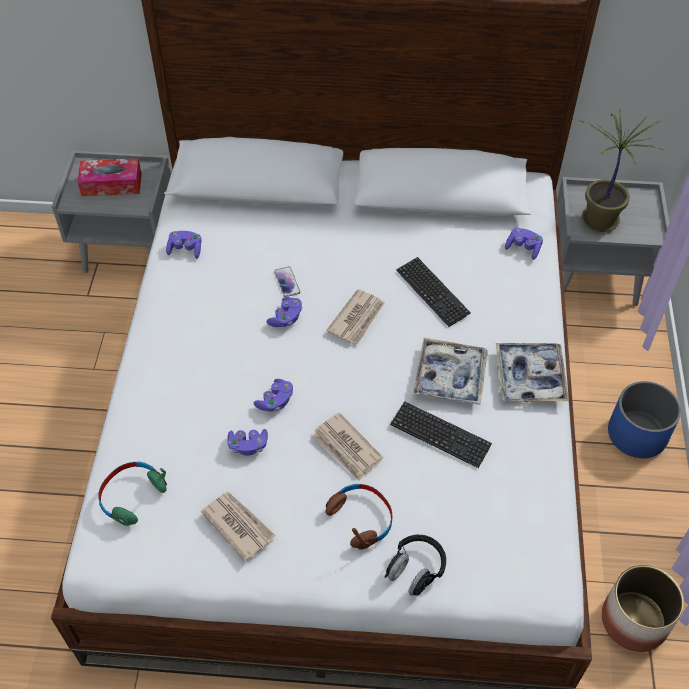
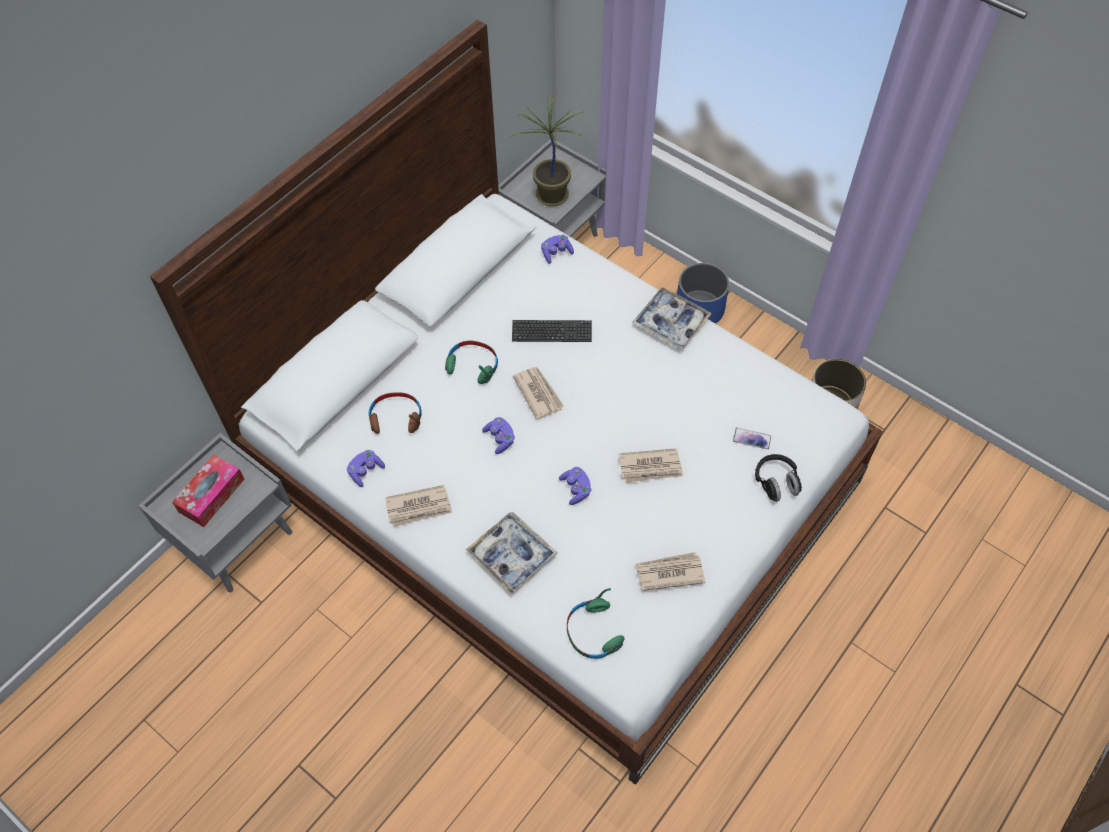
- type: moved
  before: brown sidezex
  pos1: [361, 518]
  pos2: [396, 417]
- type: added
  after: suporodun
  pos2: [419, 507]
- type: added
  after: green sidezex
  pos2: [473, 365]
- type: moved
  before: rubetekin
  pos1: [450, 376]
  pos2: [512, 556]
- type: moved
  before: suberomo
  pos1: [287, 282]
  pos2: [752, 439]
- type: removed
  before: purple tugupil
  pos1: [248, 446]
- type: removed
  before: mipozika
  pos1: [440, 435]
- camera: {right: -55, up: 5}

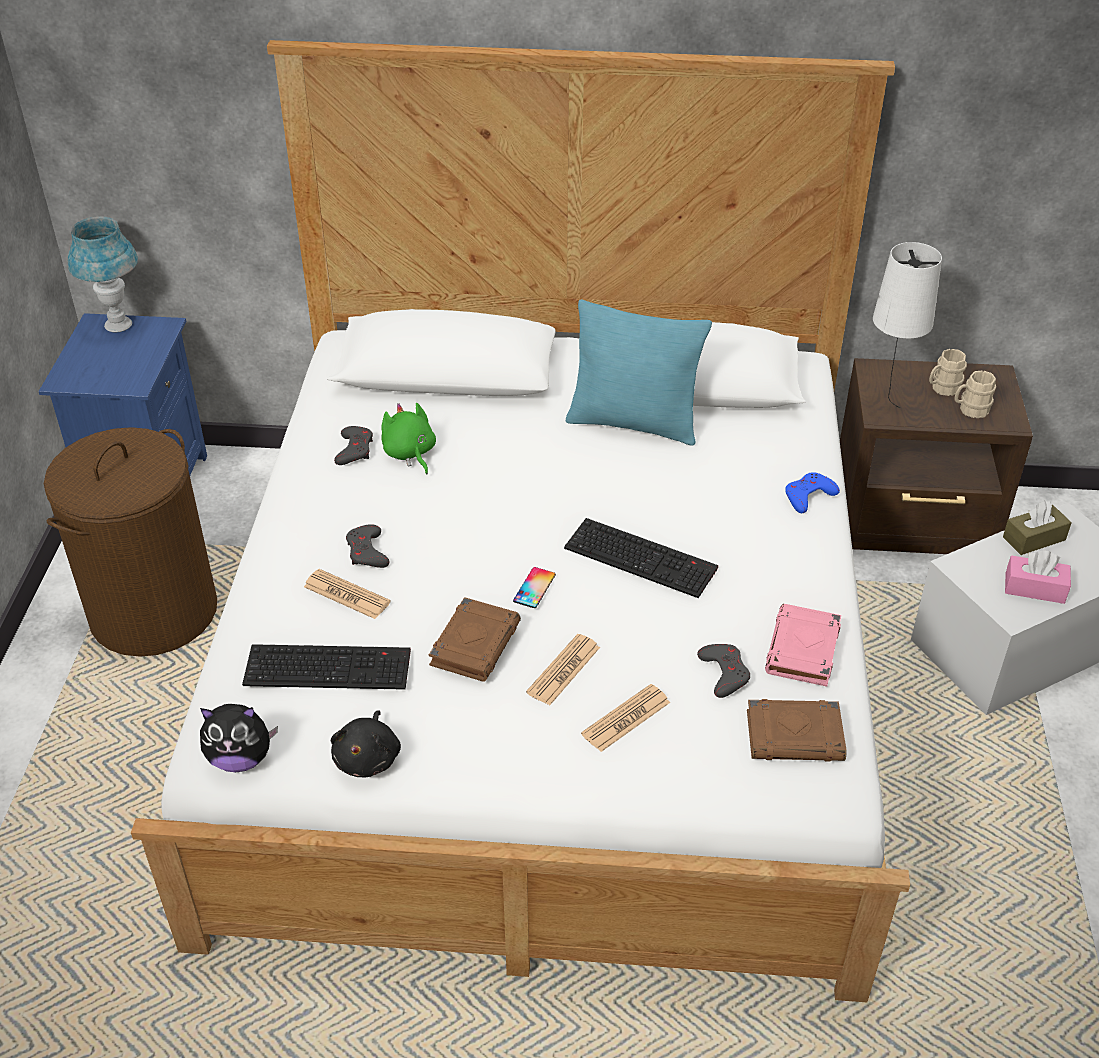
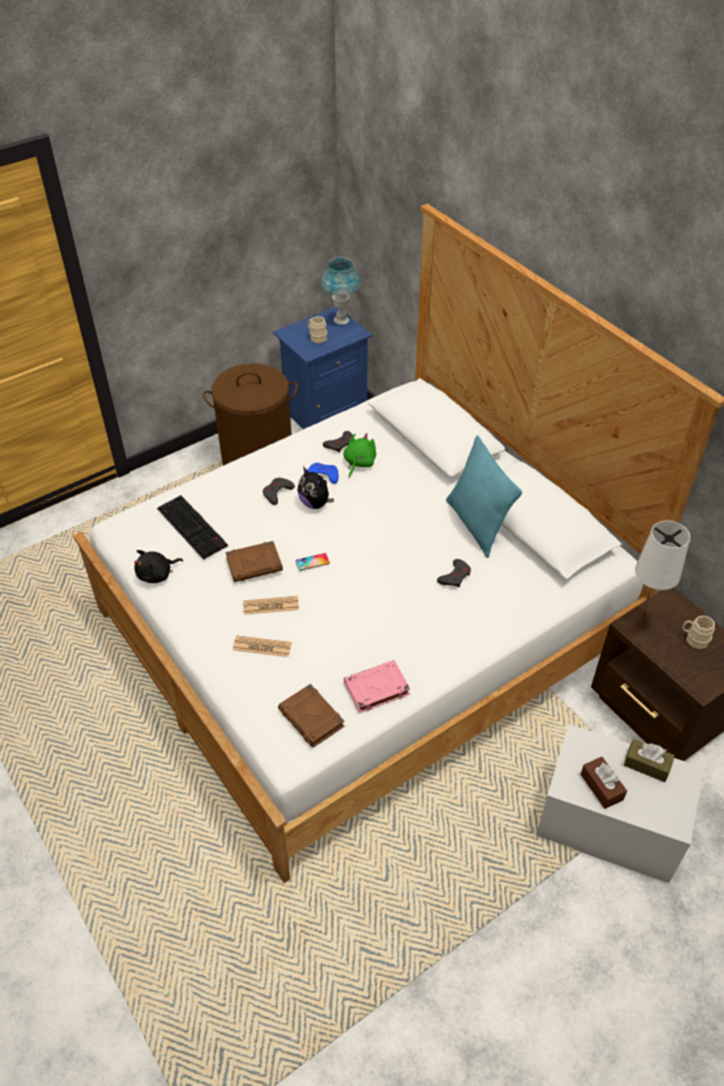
- type: moved
  before: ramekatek
  pos1: [241, 758]
  pos2: [315, 503]
- type: moved
  before: blue tugupil
  pos1: [808, 496]
  pos2: [323, 475]
- type: moved
  before: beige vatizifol
  pos1: [970, 410]
  pos2: [316, 337]
- type: moved
  before: grey tugupil
  pos1: [724, 673]
  pos2: [455, 576]
- type: recoloured
  before: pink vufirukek
  after: brown vufirukek
  pos1: [1034, 588]
  pos2: [601, 787]
- type: removed
  before: suporodun
  pos1: [347, 595]
- type: removed
  before: mipozika
  pos1: [643, 557]
- camera: {right: 50, up: 5}

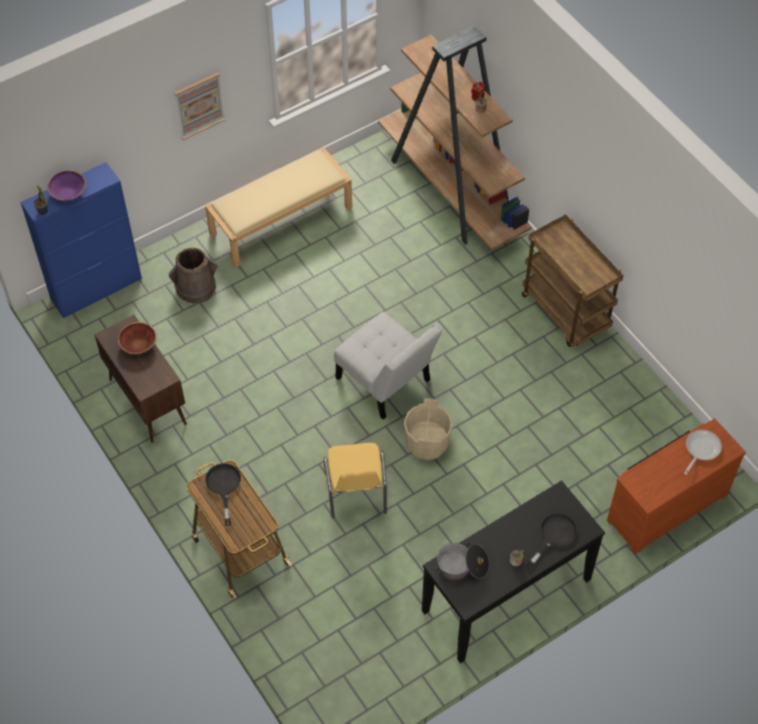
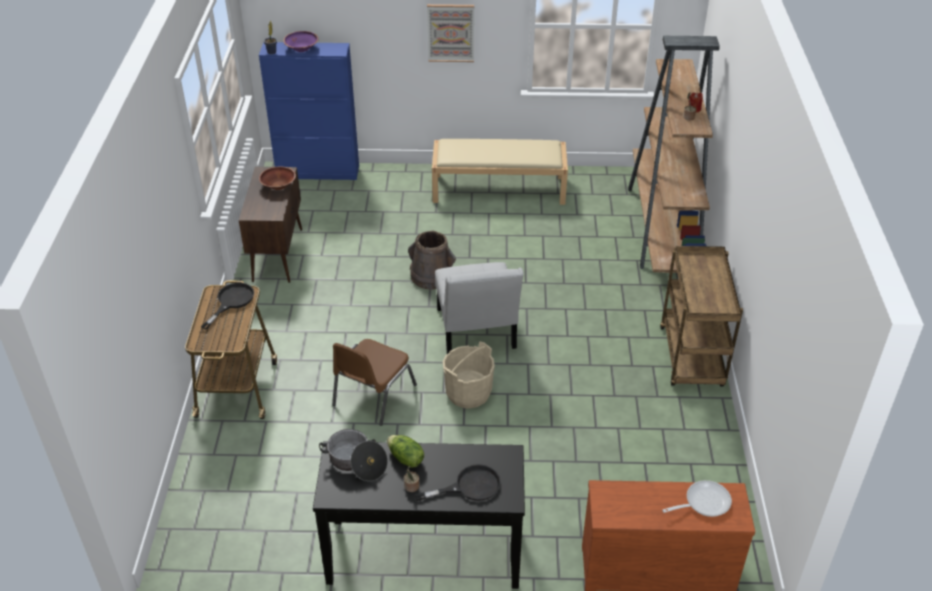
- type: recoloured
  before: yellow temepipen
  after: brown temepipen
  pos1: [355, 490]
  pos2: [372, 395]
- type: added
  after: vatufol
  pos2: [405, 458]
- type: moved
  before: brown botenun
  pos1: [196, 287]
  pos2: [431, 276]
- camera: {right: 35, up: -15}

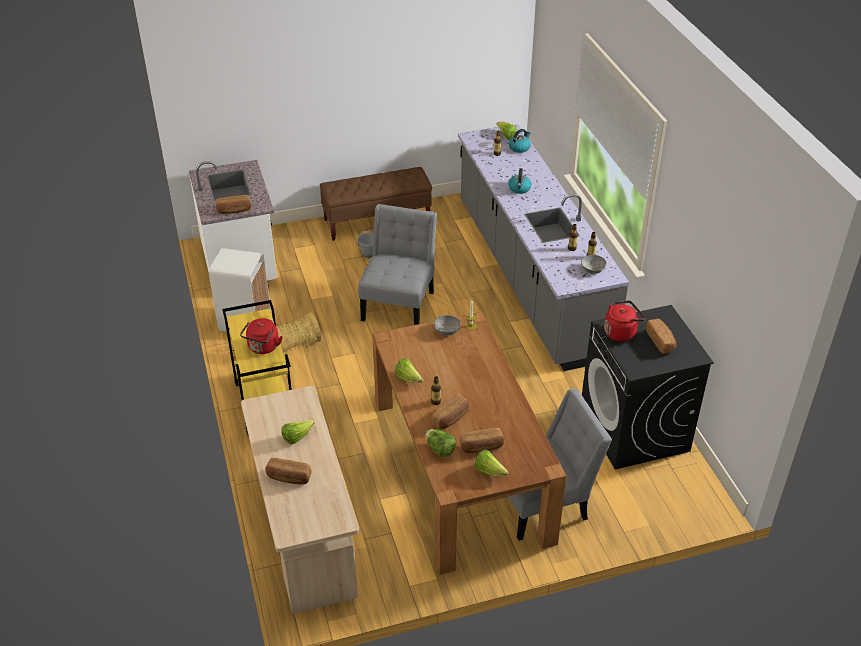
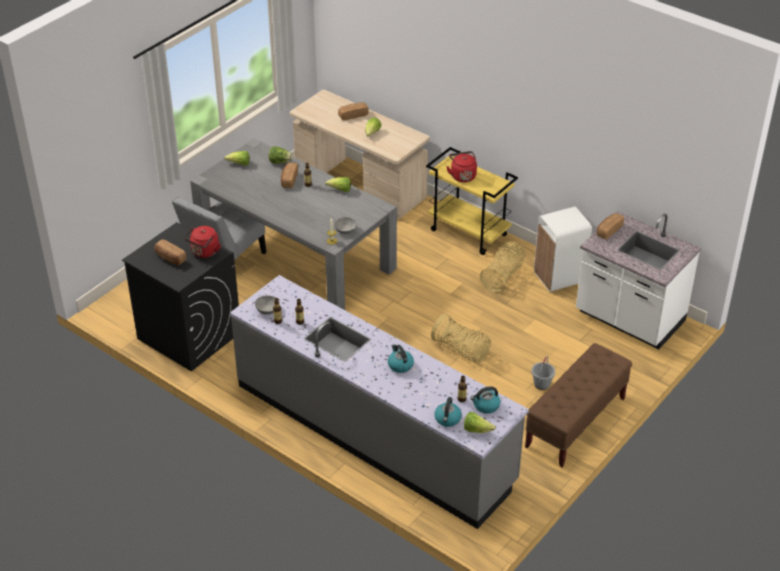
- type: recoloured
  before: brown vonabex
  after: grey vonabex
  pos1: [460, 468]
  pos2: [296, 255]
- type: replaced
  before: grey temepipen
  after: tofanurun
  pos1: [399, 303]
  pos2: [461, 350]
- type: added
  after: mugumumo
  pos2: [485, 406]
- type: removed
  before: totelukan
  pos1: [481, 447]
- camera: {right: 145, up: 0}

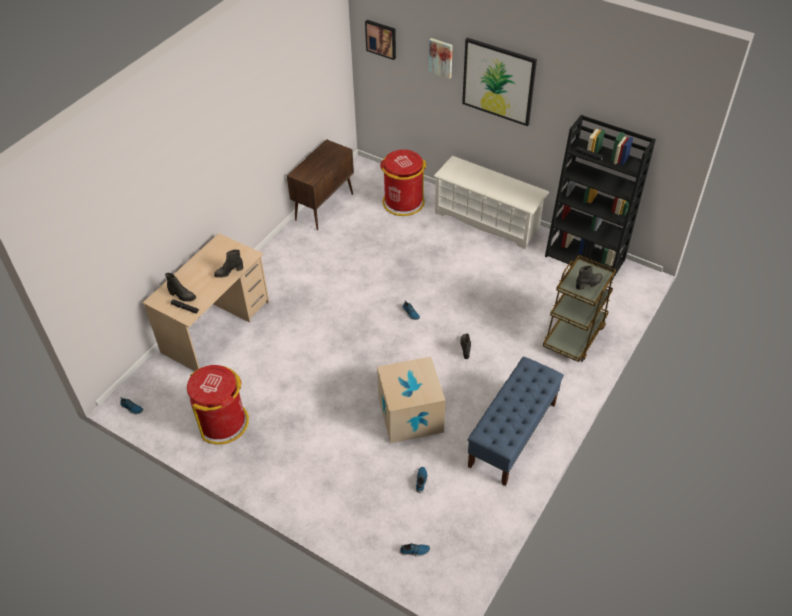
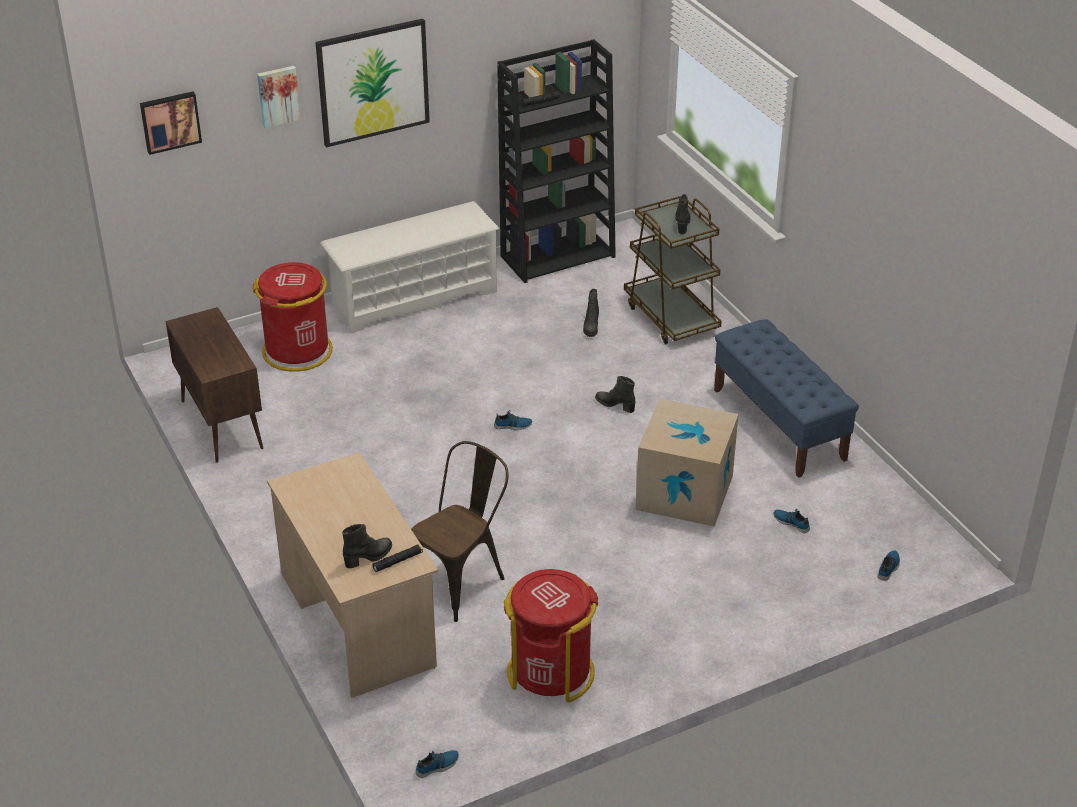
- type: added
  after: brown temepipen
  pos2: [461, 579]
- type: moved
  before: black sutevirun
  pos1: [229, 272]
  pos2: [591, 327]
- camera: {right: -60, up: -10}

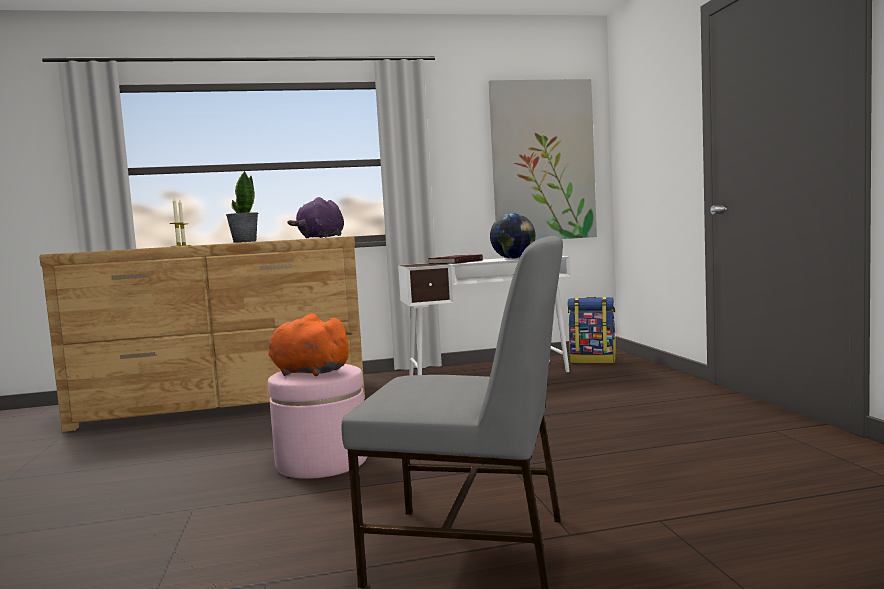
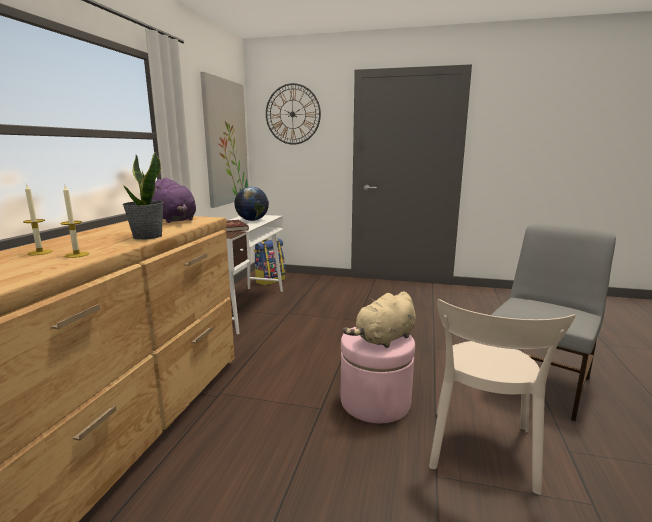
- type: added
  after: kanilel
  pos2: [292, 114]
- type: recoloured
  before: orange ramekatek
  after: beige ramekatek
  pos1: [307, 372]
  pos2: [384, 339]
- type: added
  after: beige temepipen
  pos2: [481, 452]
- camera: {right: -65, up: 10}

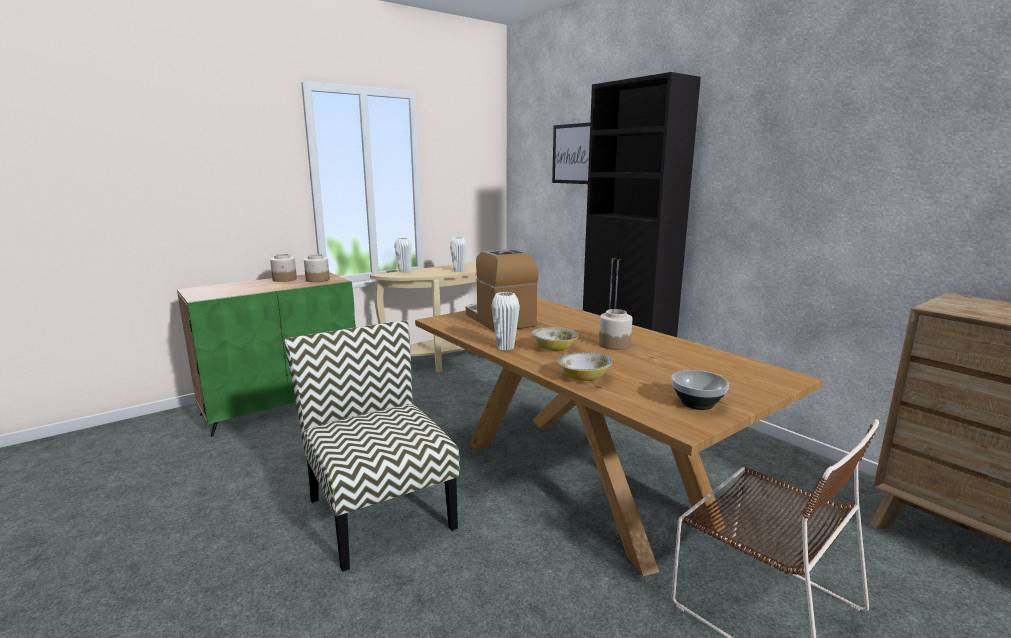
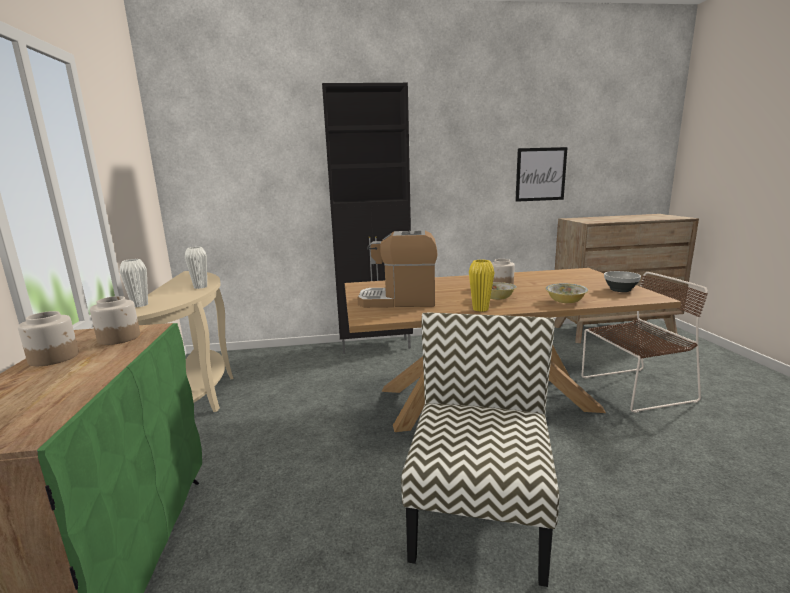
- type: turned
  before: temepipen
  pos1: [379, 511]
  pos2: [478, 514]
  turn: 105
- type: recoloured
  before: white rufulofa
  after: yellow rufulofa
  pos1: [505, 347]
  pos2: [480, 309]
- type: moved
  before: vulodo
  pos1: [573, 154]
  pos2: [540, 174]
- camera: {right: -60, up: 0}

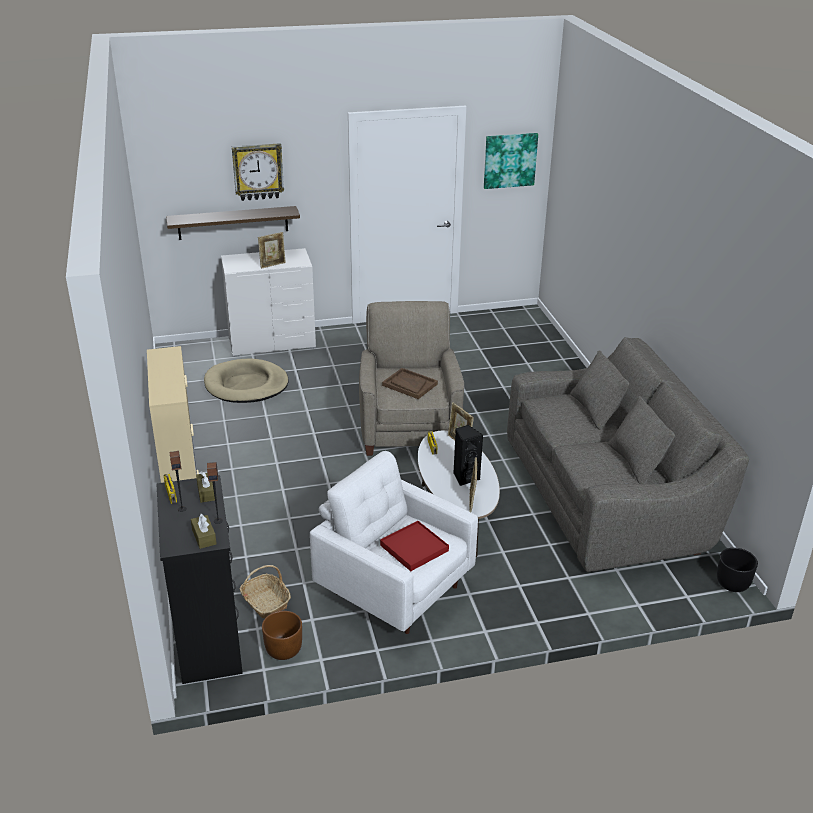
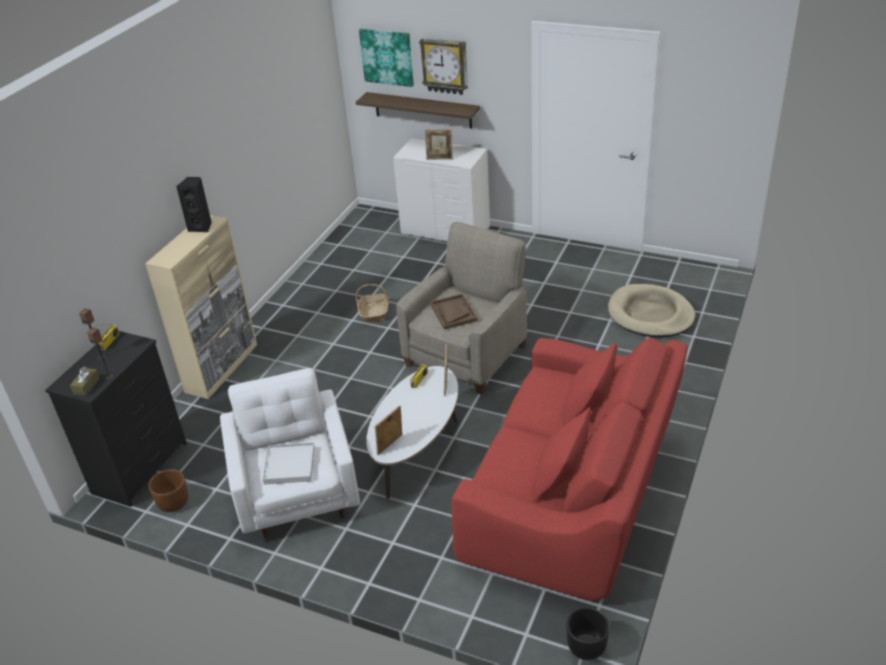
- type: moved
  before: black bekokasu
  pos1: [465, 477]
  pos2: [201, 227]
- type: recoloured
  before: red rubetekin
  after: white rubetekin
  pos1: [414, 548]
  pos2: [289, 465]
- type: moved
  before: tofanurun
  pos1: [265, 602]
  pos2: [374, 312]
- type: moved
  before: vulodo
  pos1: [510, 160]
  pos2: [387, 57]
- type: recoloured
  before: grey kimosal
  after: red kimosal
  pos1: [608, 493]
  pos2: [573, 495]
- type: moved
  before: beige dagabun
  pos1: [246, 385]
  pos2: [650, 315]
- type: removed
  before: brown vufirukek
  pos1: [207, 492]
- camera: {right: 40, up: 5}

